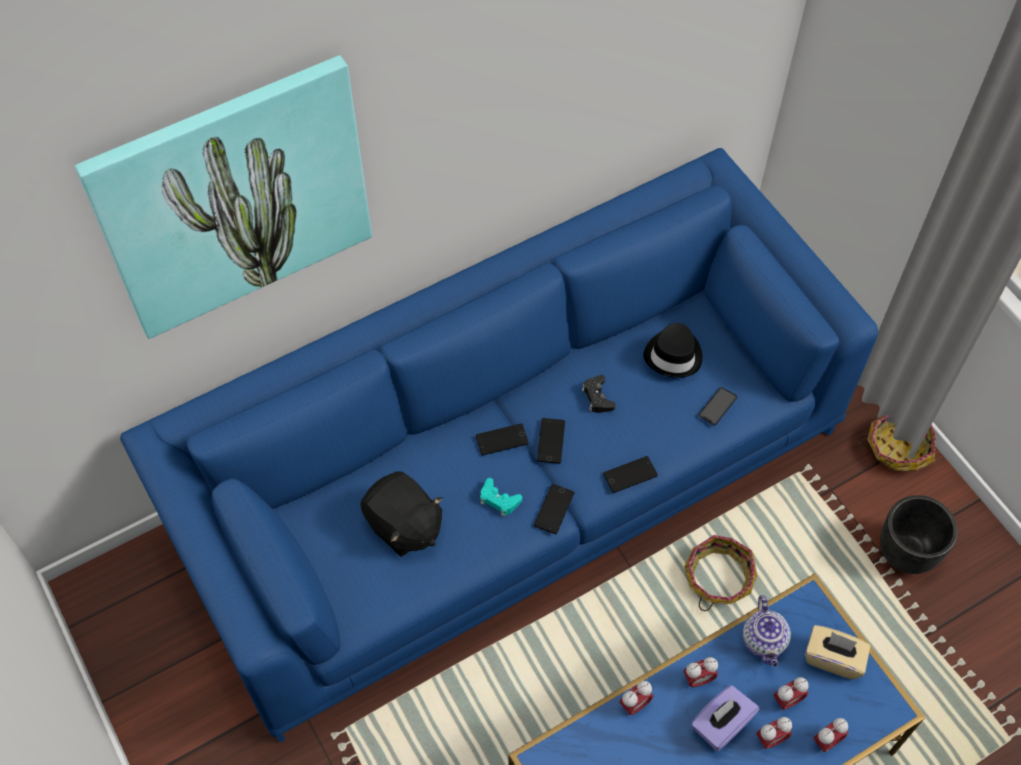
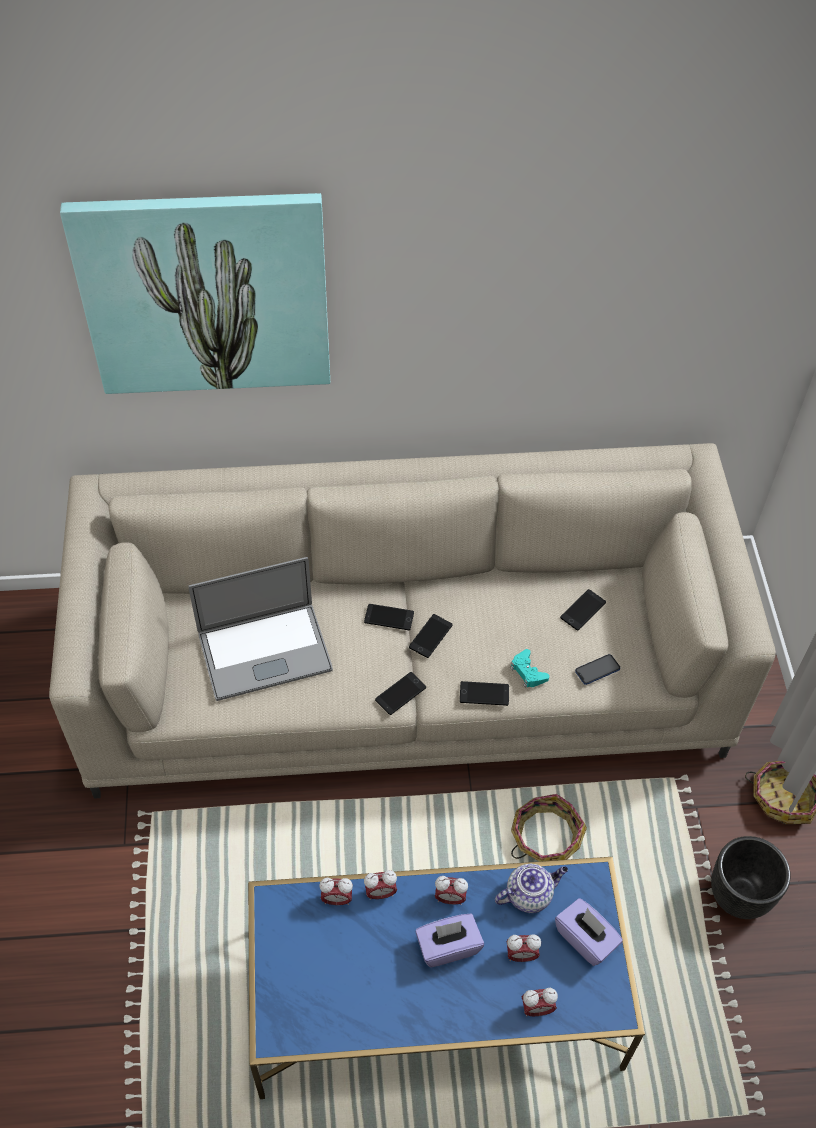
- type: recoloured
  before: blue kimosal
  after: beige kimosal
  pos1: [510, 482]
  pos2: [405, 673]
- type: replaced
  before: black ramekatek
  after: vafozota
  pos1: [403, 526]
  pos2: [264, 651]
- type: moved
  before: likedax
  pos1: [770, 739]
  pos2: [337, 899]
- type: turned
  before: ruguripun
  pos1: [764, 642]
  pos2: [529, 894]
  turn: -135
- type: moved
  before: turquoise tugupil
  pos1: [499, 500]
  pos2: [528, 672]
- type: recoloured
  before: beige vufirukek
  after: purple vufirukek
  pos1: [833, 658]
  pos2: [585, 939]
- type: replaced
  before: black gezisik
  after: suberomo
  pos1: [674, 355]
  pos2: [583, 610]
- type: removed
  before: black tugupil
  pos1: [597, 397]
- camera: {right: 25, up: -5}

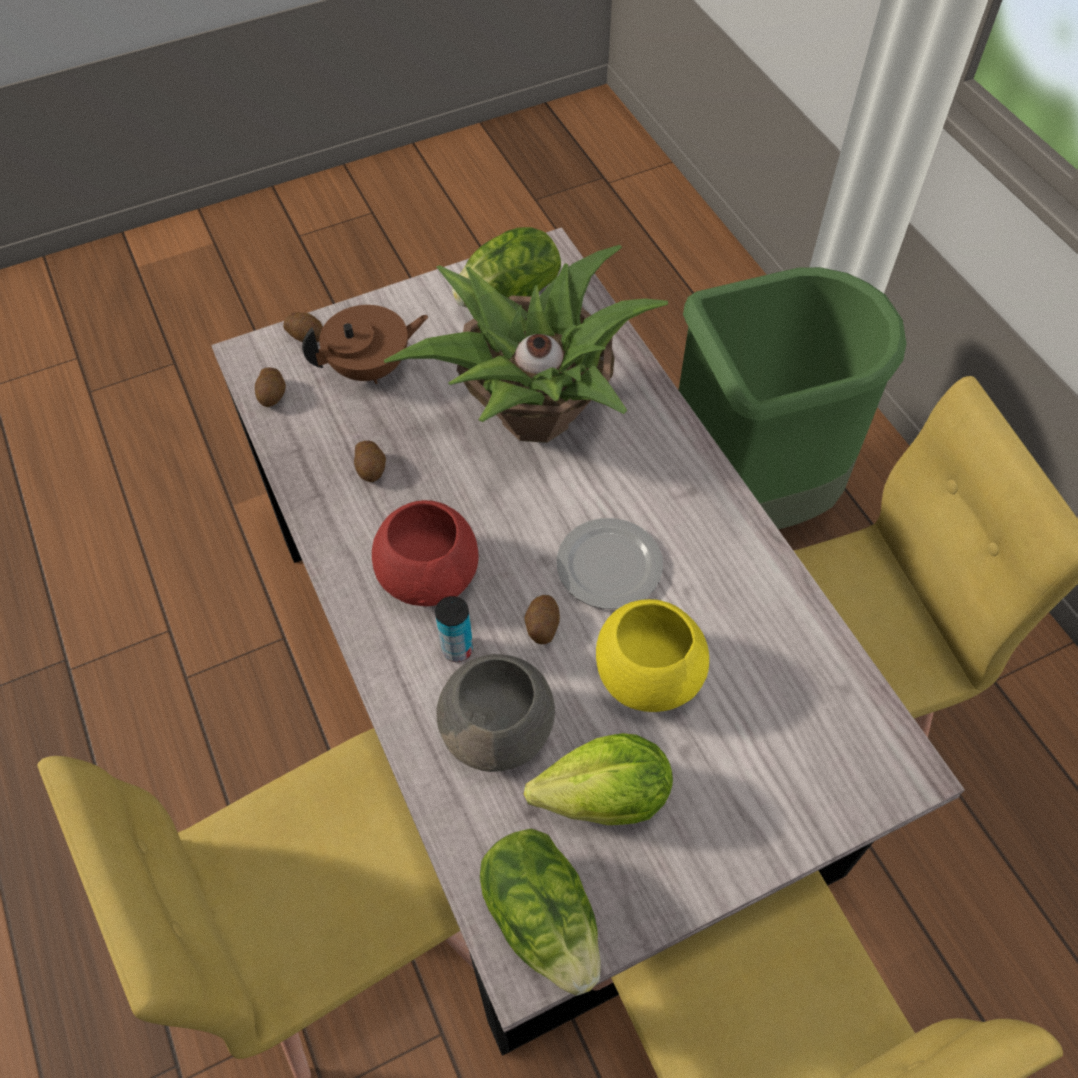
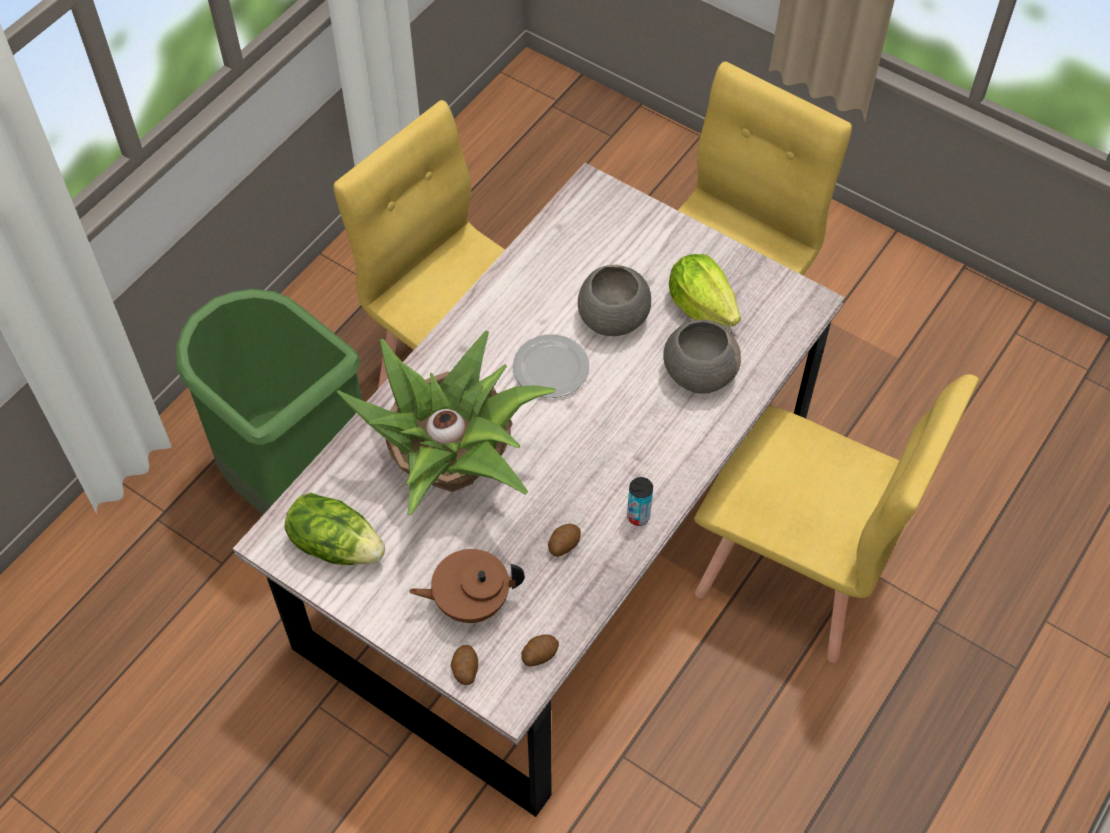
- type: turned
  before: brown ruguripun
  pos1: [371, 368]
  pos2: [470, 601]
  turn: -45
- type: recoloured
  before: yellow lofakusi
  after: grey lofakusi
  pos1: [647, 672]
  pos2: [612, 318]
- type: moved
  before: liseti
  pos1: [457, 649]
  pos2: [638, 516]
- type: removed
  before: red lofakusi
  pos1: [429, 573]
- type: removed
  before: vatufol
  pos1: [543, 917]
- type: removed
  before: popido
  pos1: [542, 626]
- camera: {right: -120, up: 0}

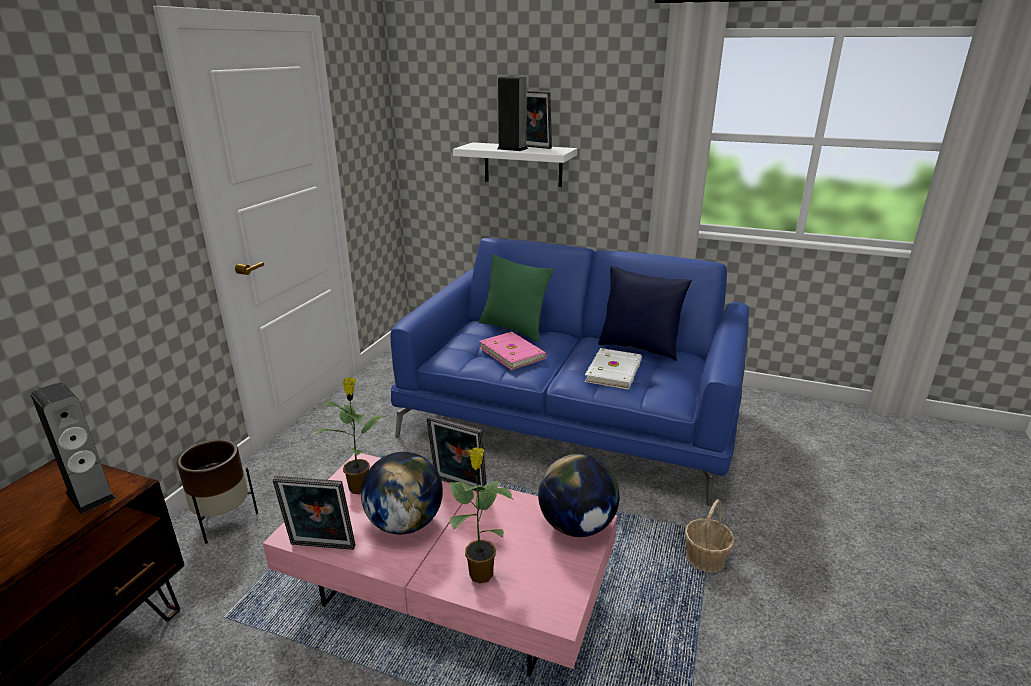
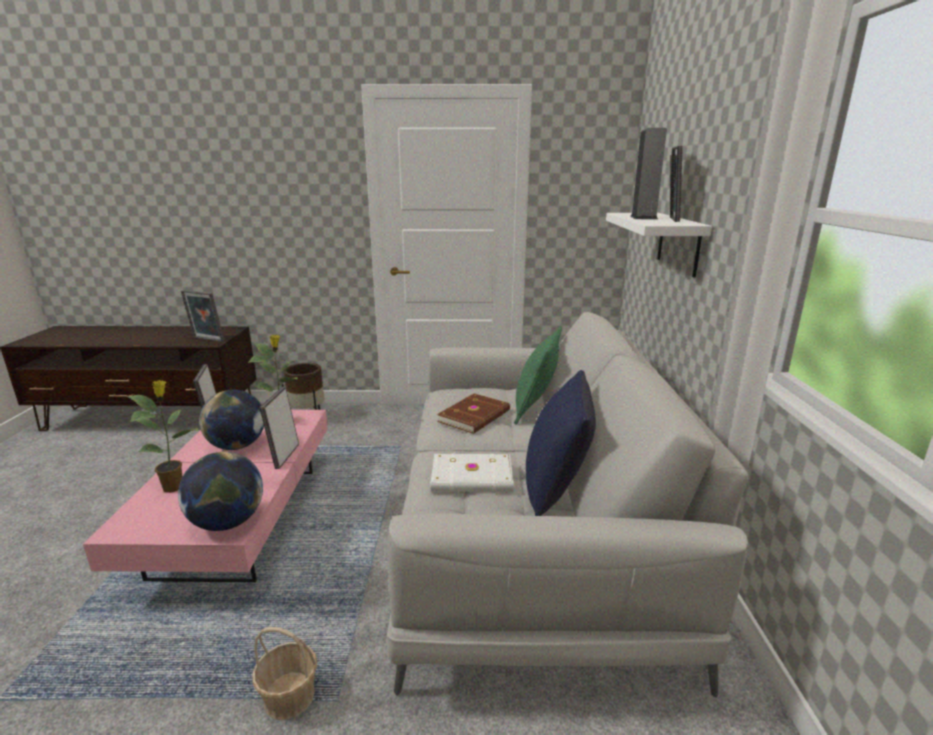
- type: replaced
  before: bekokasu
  after: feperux
  pos1: [90, 495]
  pos2: [206, 340]
- type: recoloured
  before: blue kimosal
  after: grey kimosal
  pos1: [572, 417]
  pos2: [528, 535]
- type: recoloured
  before: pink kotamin
  after: brown kotamin
  pos1: [512, 352]
  pos2: [475, 416]
- camera: {right: 70, up: -5}

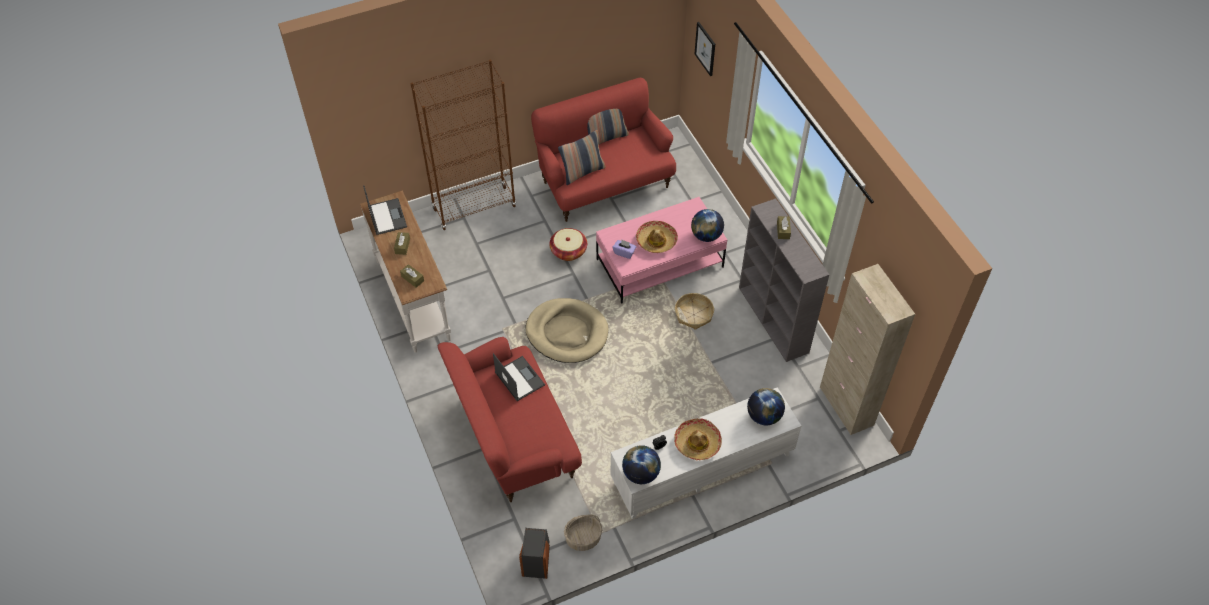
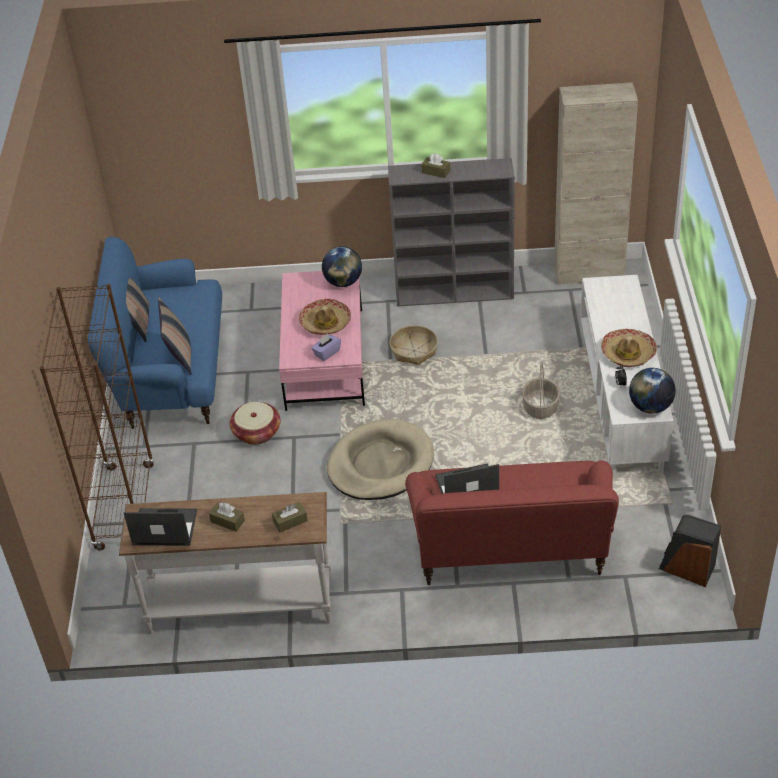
- type: recoloured
  before: red kimosal
  after: blue kimosal
  pos1: [604, 183]
  pos2: [171, 374]
- type: moved
  before: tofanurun
  pos1: [583, 538]
  pos2: [541, 408]
- type: removed
  before: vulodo
  pos1: [705, 48]
- type: removed
  before: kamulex
  pos1: [764, 416]
- camera: {right: -65, up: -10}

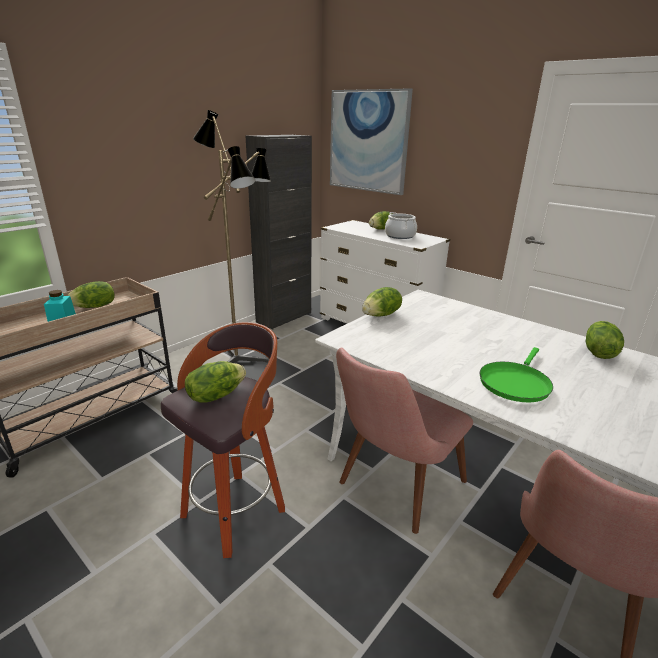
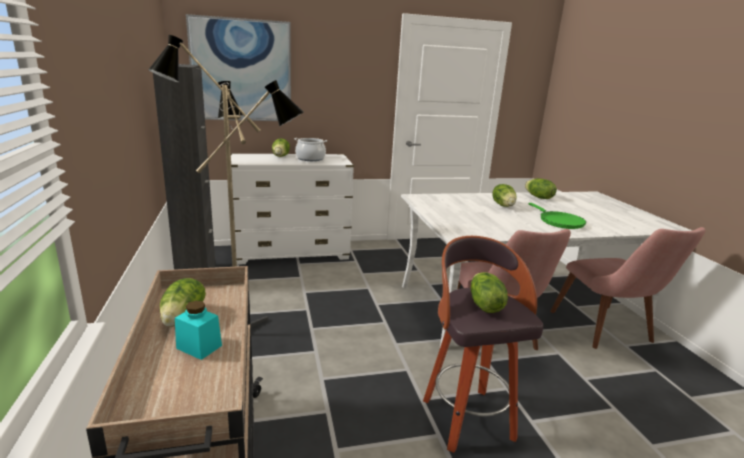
- type: moved
  before: vatufol
  pos1: [381, 315]
  pos2: [503, 205]
- camera: {right: -55, up: -5}

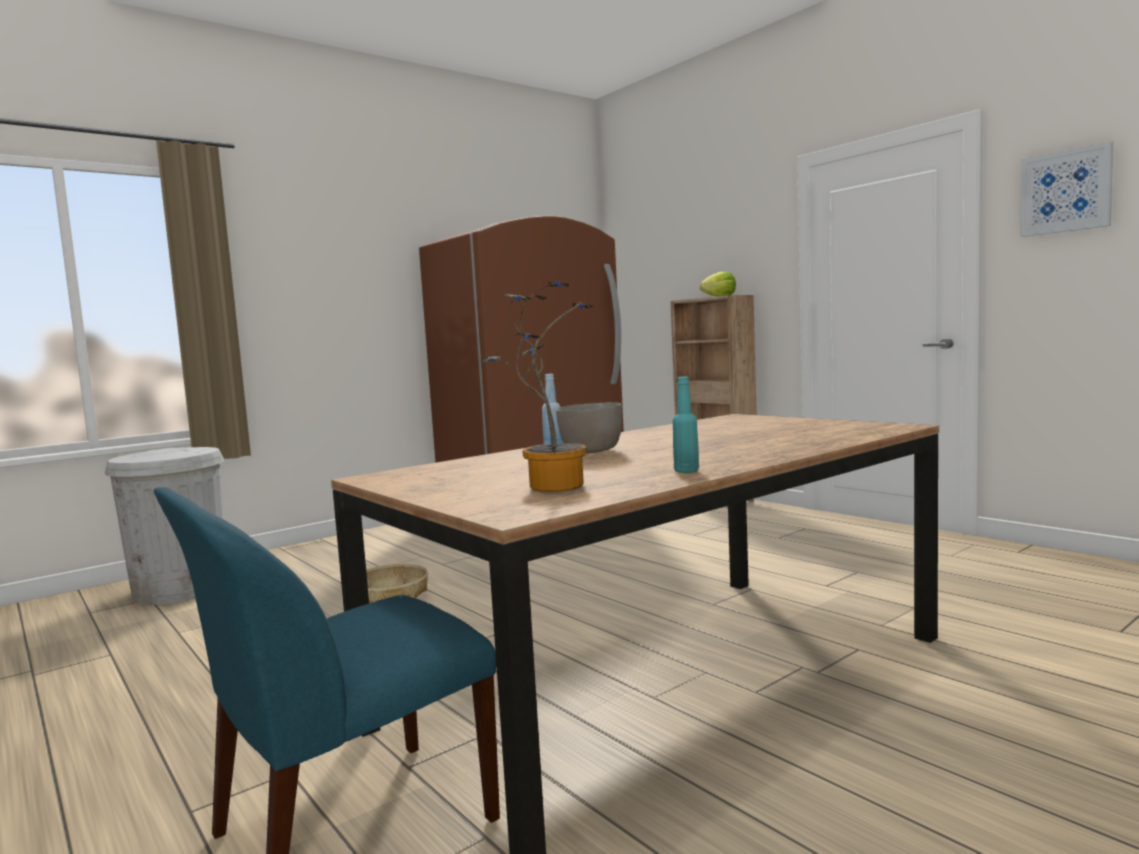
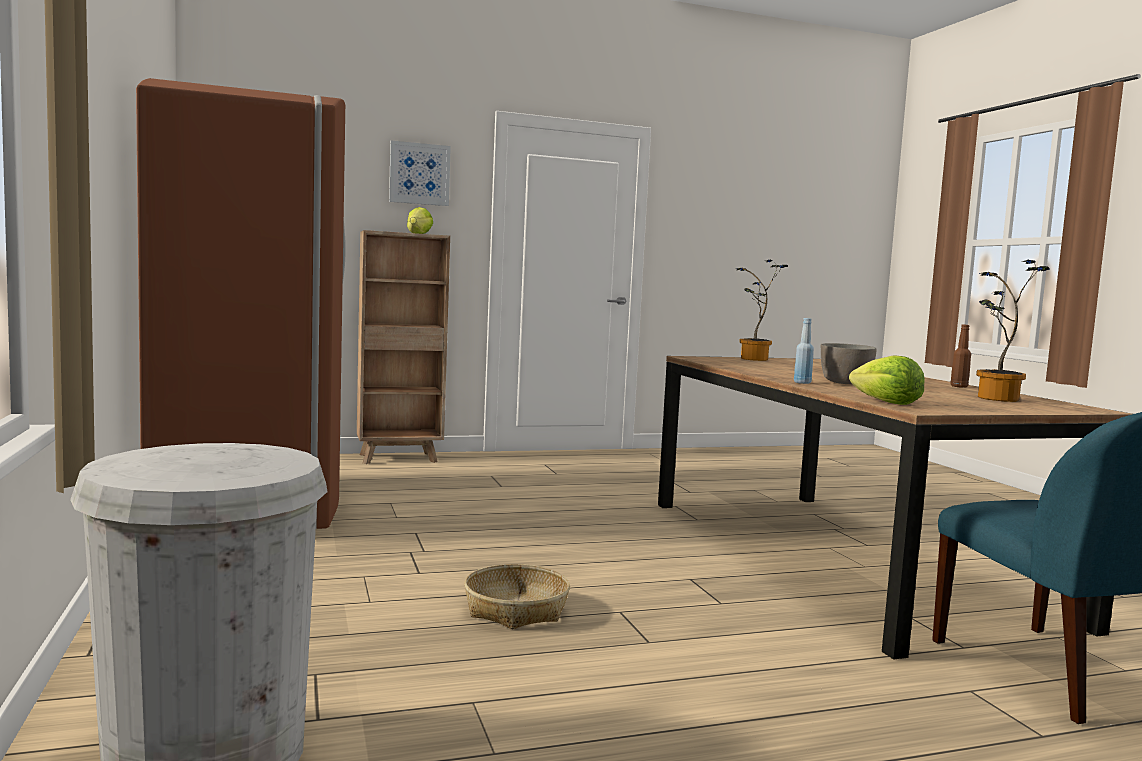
- type: moved
  before: vulodo
  pos1: [1065, 191]
  pos2: [419, 174]
- type: added
  after: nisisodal
  pos2: [753, 359]
- type: added
  after: vatufol
  pos2: [886, 402]
- type: recoloured
  before: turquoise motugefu
  after: brown motugefu
  pos1: [686, 471]
  pos2: [959, 386]
- camera: {right: -70, up: 0}

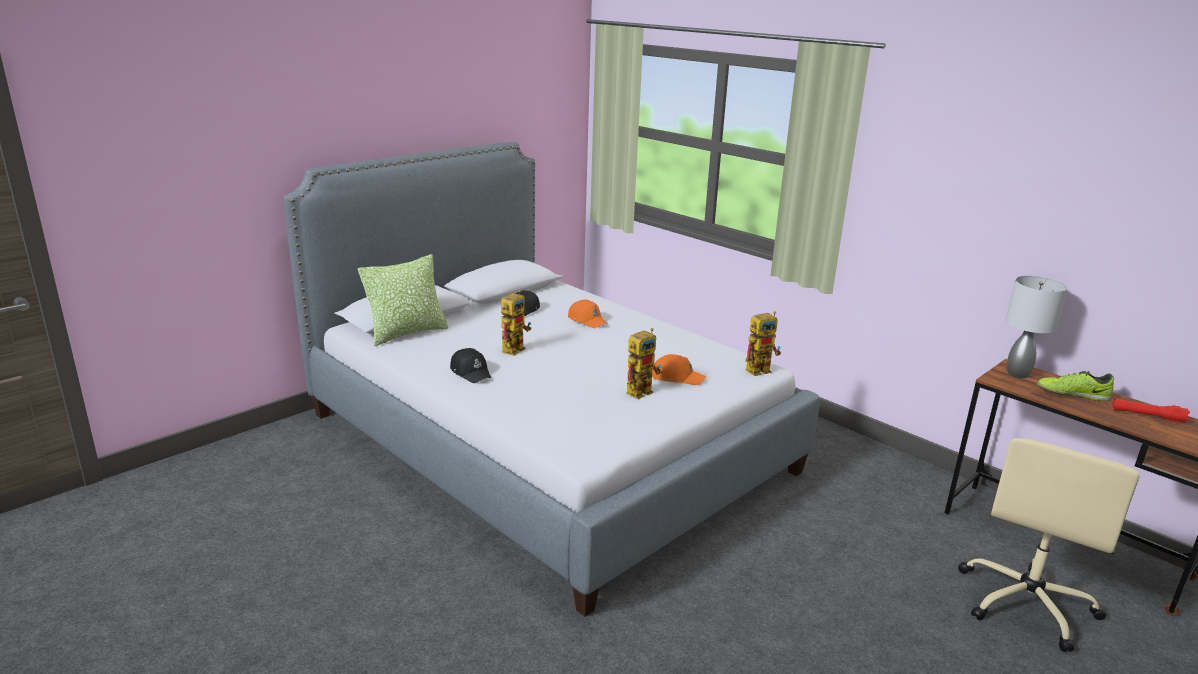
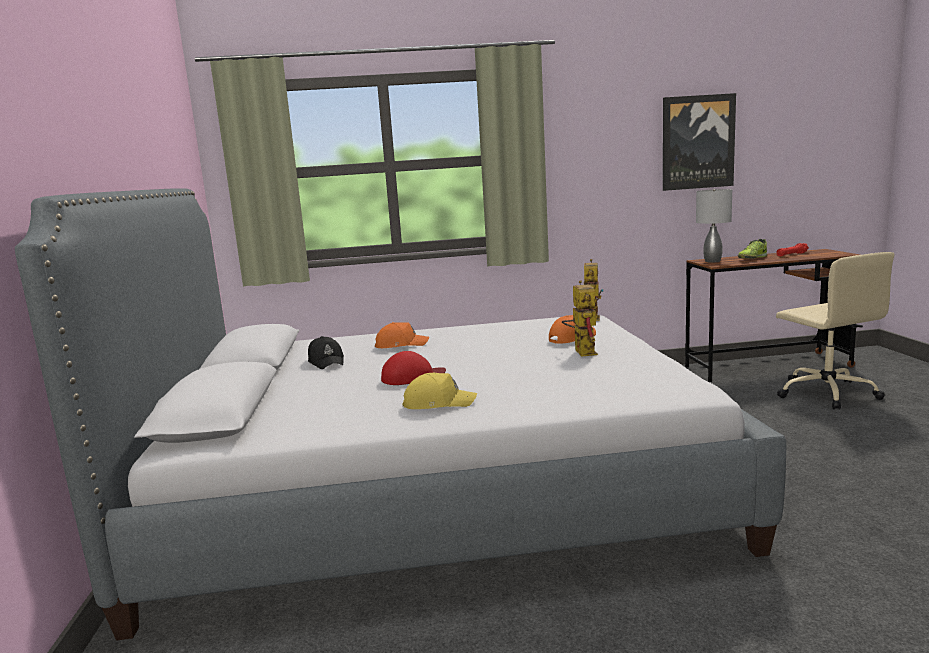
- type: replaced
  before: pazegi
  after: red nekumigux
  pos1: [514, 348]
  pos2: [412, 376]
- type: recoloured
  before: black nekumigux
  after: yellow nekumigux
  pos1: [471, 372]
  pos2: [438, 403]
- type: added
  after: vulodo
  pos2: [697, 142]
- type: removed
  before: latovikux
  pos1: [407, 333]
- camera: {right: -50, up: -10}

